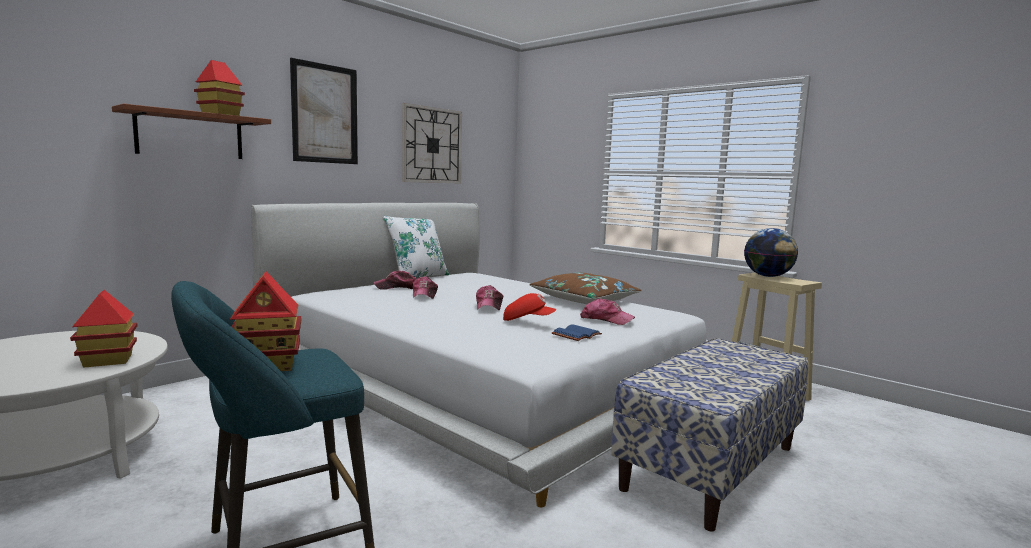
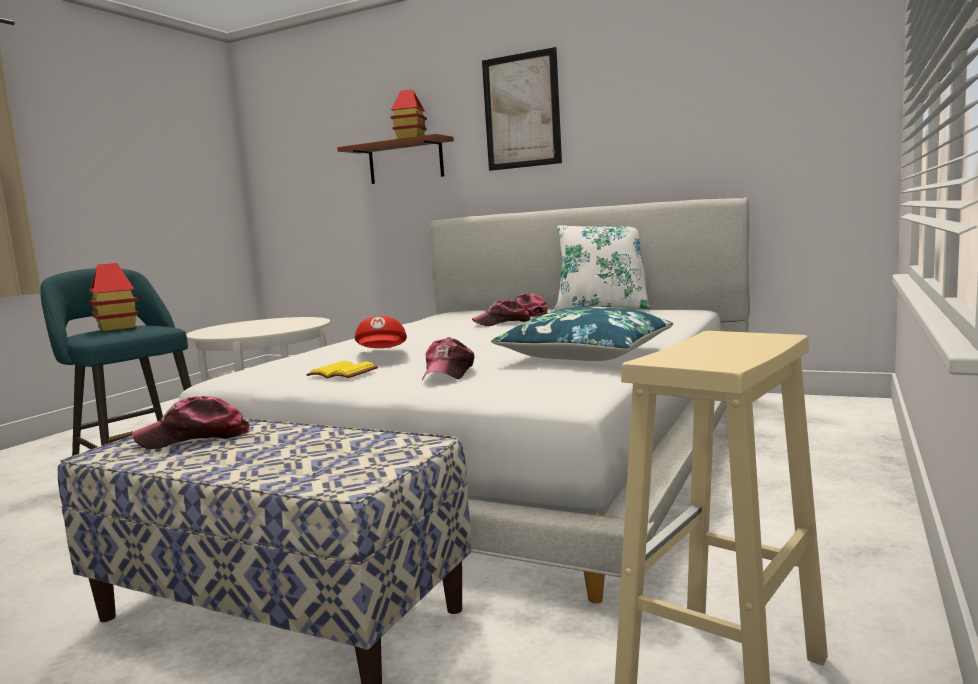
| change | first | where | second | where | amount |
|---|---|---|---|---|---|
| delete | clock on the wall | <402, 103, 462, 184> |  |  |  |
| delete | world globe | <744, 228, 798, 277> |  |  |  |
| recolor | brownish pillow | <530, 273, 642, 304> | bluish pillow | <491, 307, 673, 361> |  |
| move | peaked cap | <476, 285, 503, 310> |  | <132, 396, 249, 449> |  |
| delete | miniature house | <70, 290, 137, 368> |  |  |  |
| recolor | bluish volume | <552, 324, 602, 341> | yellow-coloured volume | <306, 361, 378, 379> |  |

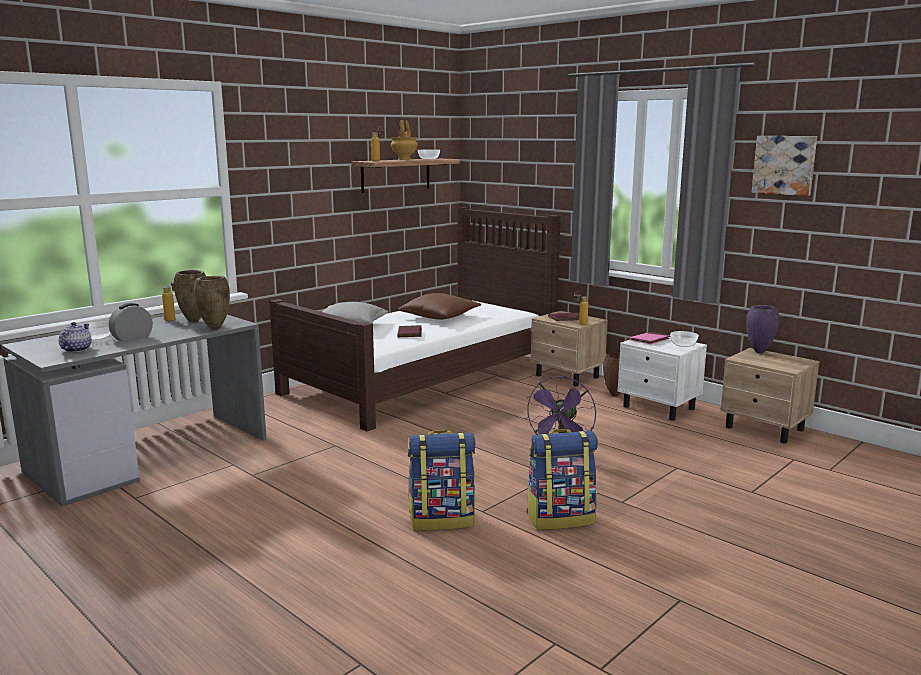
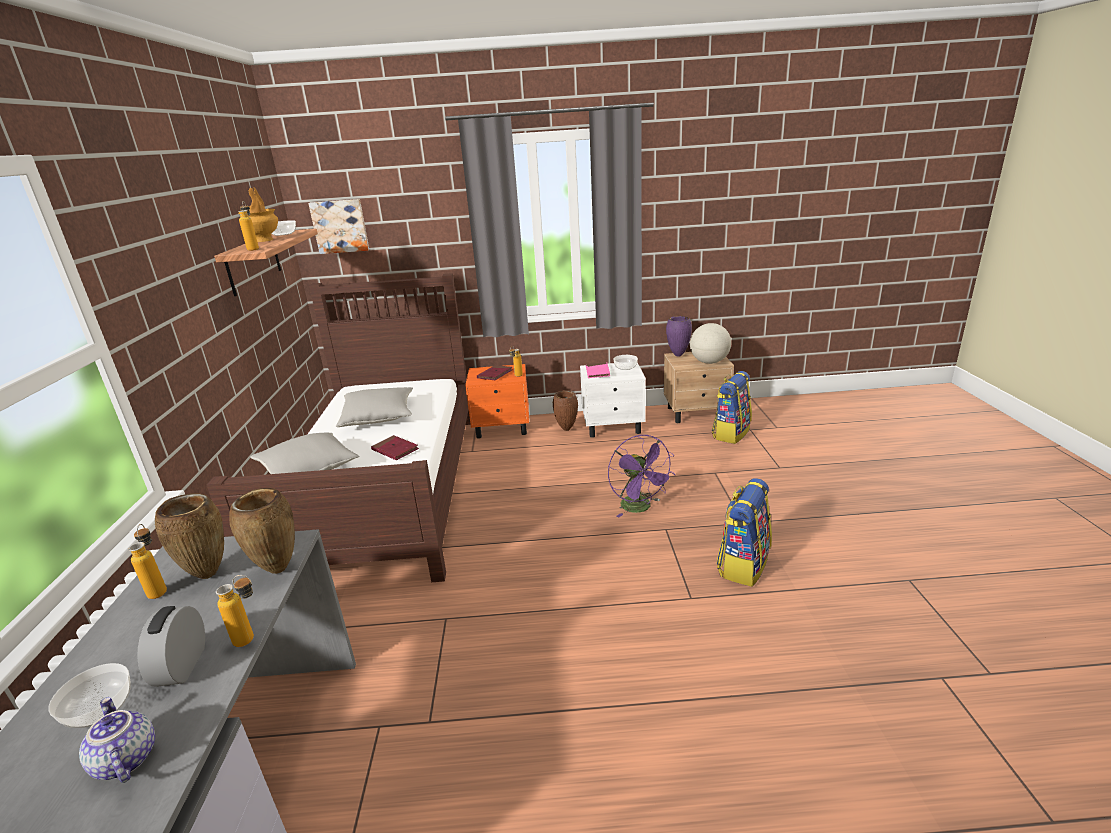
| change | first | where | second | where | amount |
|---|---|---|---|---|---|
| move | wall art | <752, 136, 817, 196> |  | <308, 199, 369, 254> |  |
| recolor | brownish pillow | <398, 293, 481, 320> | greyish pillow | <336, 387, 413, 427> |  |
| recolor | sand-coloured nightstand | <531, 311, 608, 387> | orange-coloured nightstand | <465, 364, 529, 439> |  |
| move | knapsack | <408, 430, 475, 530> |  | <712, 371, 752, 444> |  |
| insert |  |  | world globe | <690, 323, 731, 364> |  |
| insert |  |  | bottle | <216, 575, 254, 647> |  |

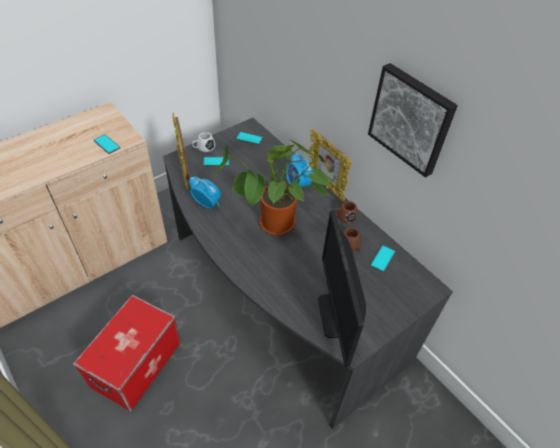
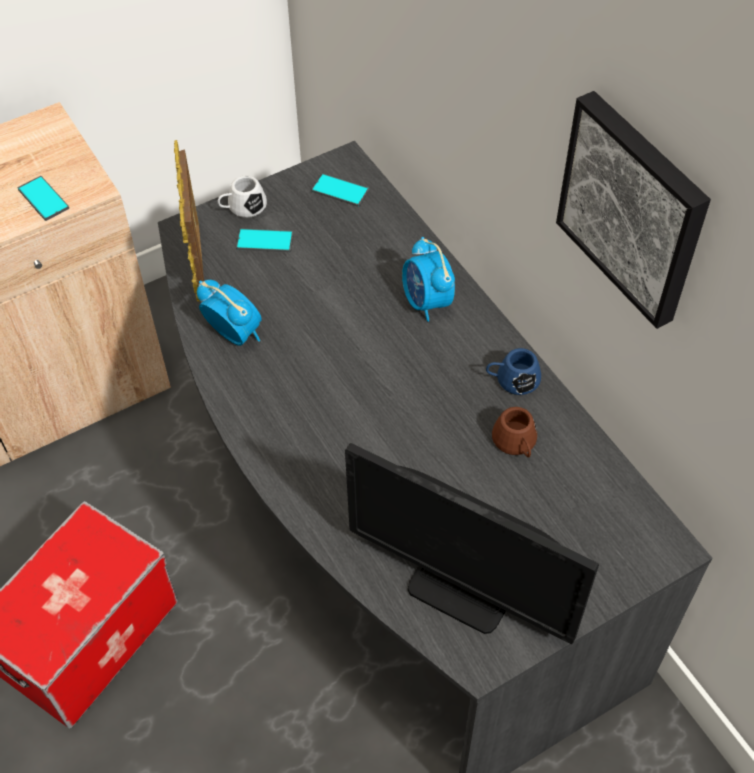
| change | first | where | second | where | amount |
|---|---|---|---|---|---|
| delete | photo frame | <308, 129, 352, 202> |  |  |  |
| delete | houseplant | <214, 140, 331, 236> |  |  |  |
| recolor | brownish mug | <333, 201, 358, 224> | bluish mug | <486, 348, 541, 395> |  |
| rotate | monitor | <318, 210, 366, 367> |  | <345, 443, 599, 644> | 60 degrees counterclockwise |
| delete | phone | <370, 245, 396, 272> |  |  |  |

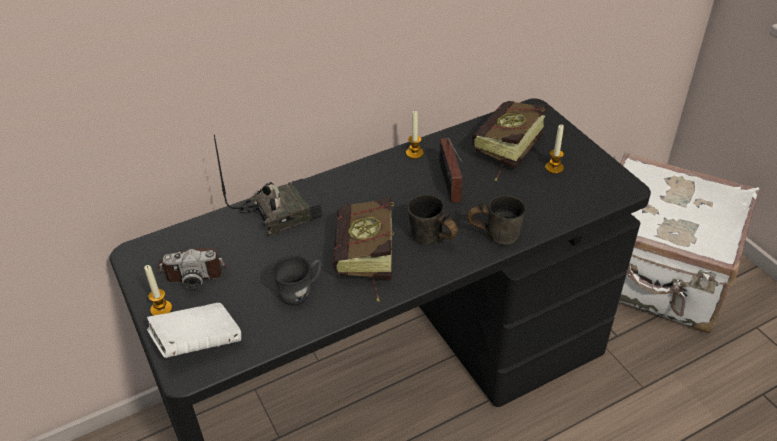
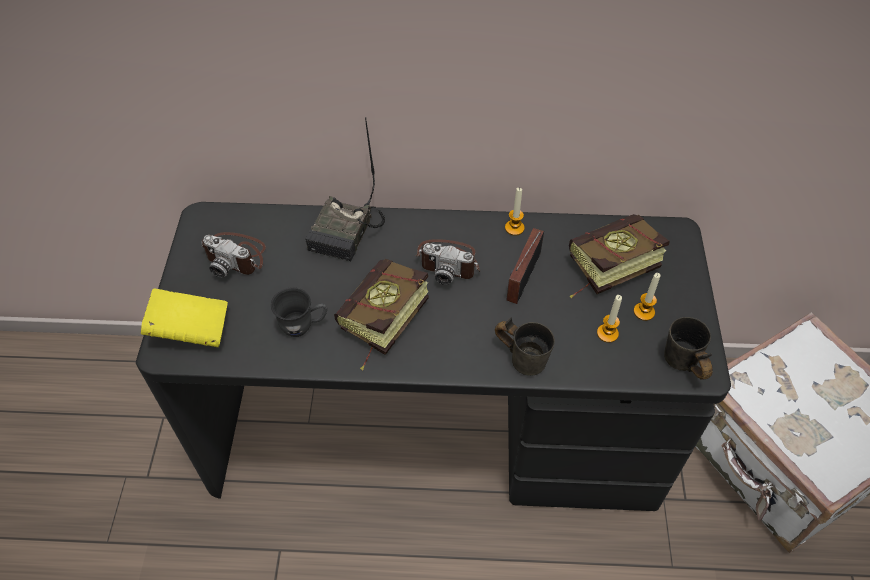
| change | first | where | second | where | amount |
|---|---|---|---|---|---|
| rotate | radio receiver | <214, 135, 322, 236> |  | <306, 117, 385, 261> | 105 degrees clockwise |
| move | greyish mug | <408, 195, 458, 244> |  | <664, 317, 713, 380> |  |
| move | wax light | <144, 265, 172, 316> |  | <597, 295, 622, 343> |  |
| recolor | white-coloured volume | <147, 303, 241, 358> | yellow-coloured volume | <141, 288, 228, 347> |  |
| insert |  |  | still camera | <415, 239, 480, 285> |  |

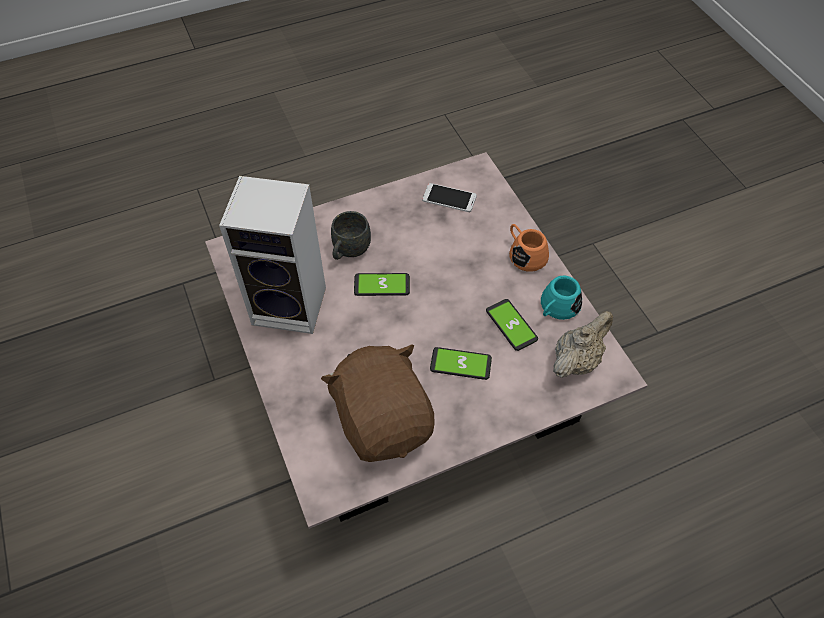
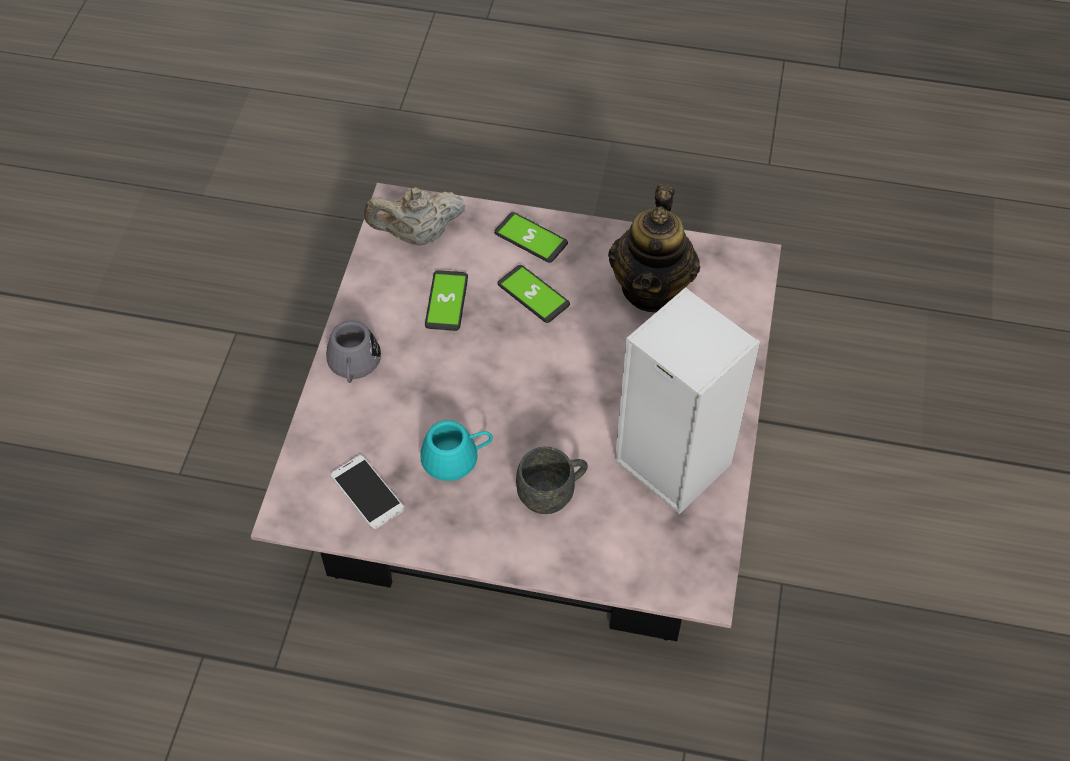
| change | first | where | second | where | amount |
|---|---|---|---|---|---|
| recolor | orange-coloured mug | <509, 224, 549, 272> | greyish mug | <326, 321, 381, 383> |  |
| move | phone | <354, 273, 410, 296> |  | <494, 212, 568, 263> |  |
| move | turquoise mug | <541, 276, 582, 320> |  | <420, 420, 493, 481> |  |
| replace | brownish soft toy | <321, 344, 435, 462> | tea pot | <608, 184, 700, 312> |  |

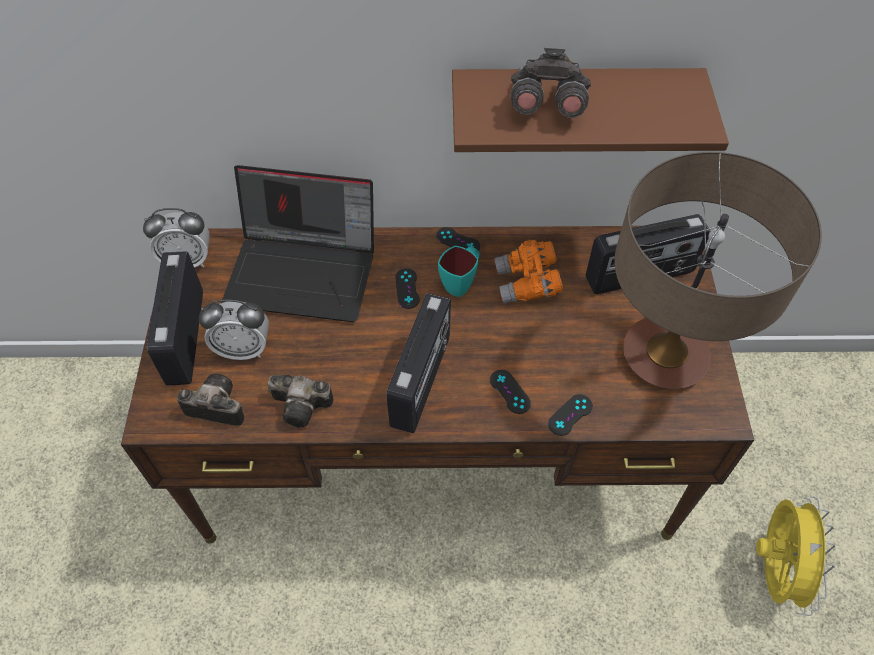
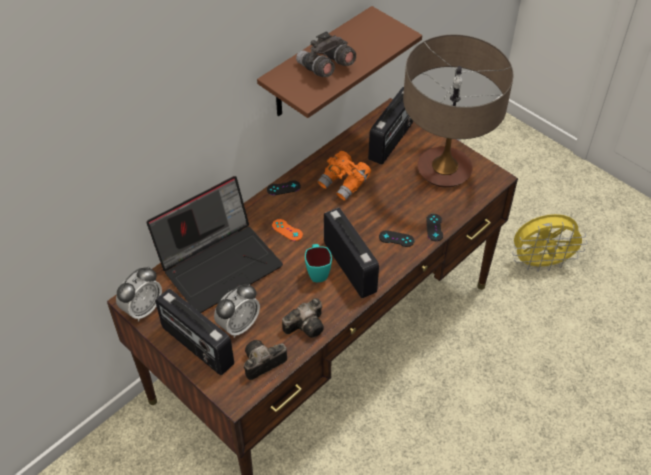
| change | first | where | second | where | amount |
|---|---|---|---|---|---|
| move | turquoise mug | <438, 246, 480, 297> |  | <305, 244, 332, 282> |  |
| recolor | black joypad | <395, 268, 420, 309> | orange-coloured joypad | <272, 219, 303, 241> |  |
| rotate | yellow-coloured electric fan | <756, 496, 835, 616> |  | <512, 214, 587, 272> | 120 degrees clockwise |

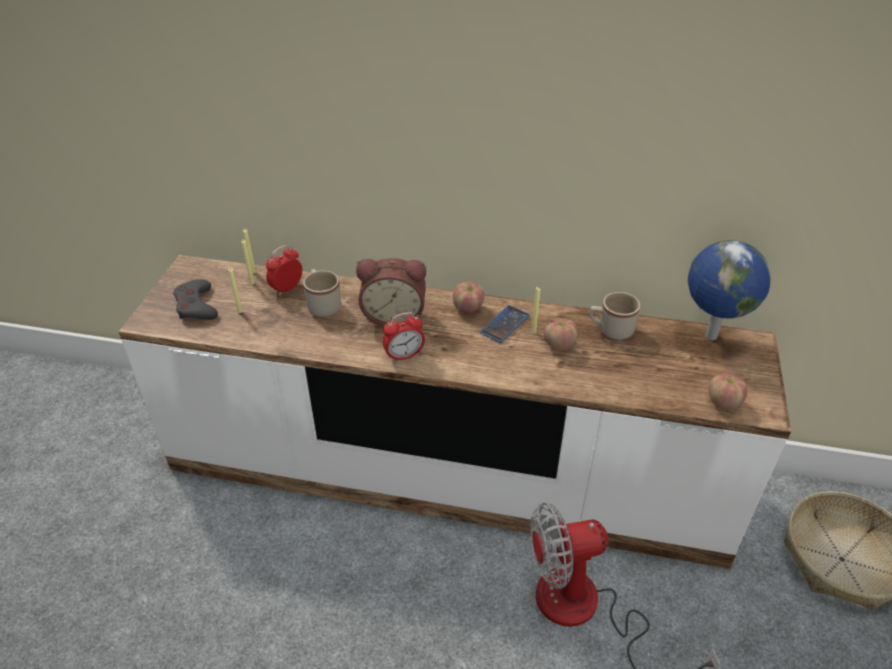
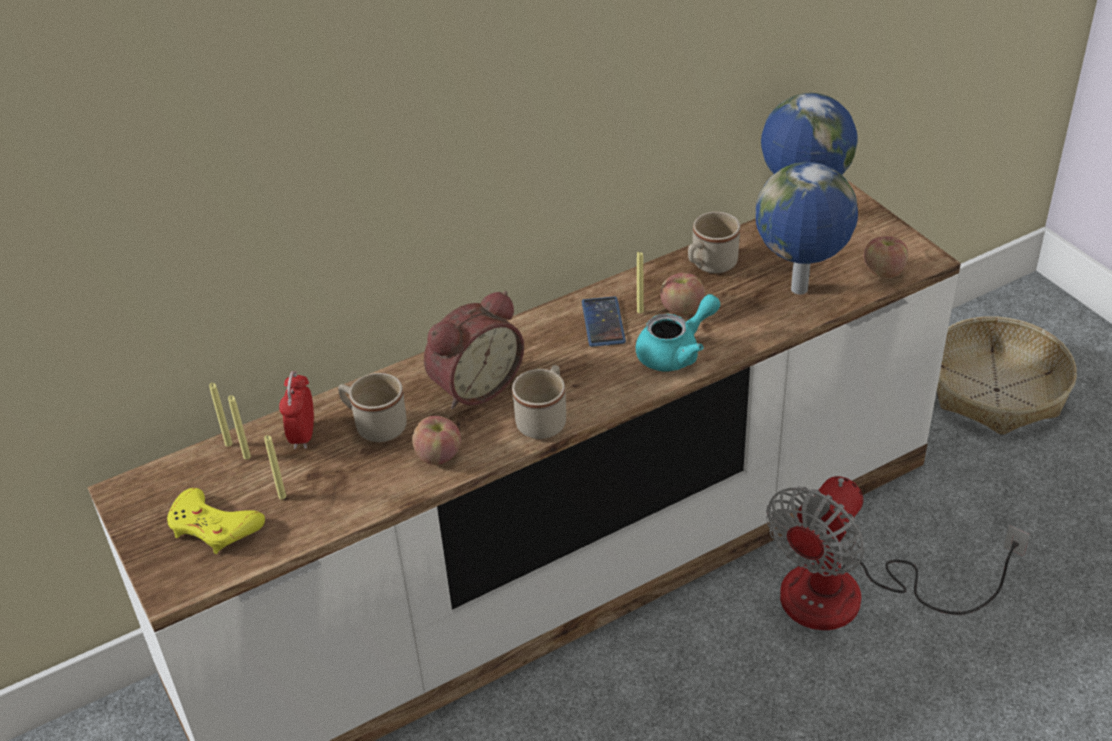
| change | first | where | second | where | amount |
|---|---|---|---|---|---|
| recolor | greyish joypad | <173, 279, 218, 320> | yellow-coloured joypad | <167, 488, 265, 554> |  |
| move | apple fruit | <453, 281, 484, 313> |  | <412, 416, 461, 465> |  |
| replace | alarm clock | <383, 312, 425, 362> | sand-coloured mug | <512, 365, 566, 439> |  |
| insert |  |  | world globe | <756, 162, 858, 295> |  |
| insert |  |  | turquoise tea pot | <636, 294, 720, 371> |  |

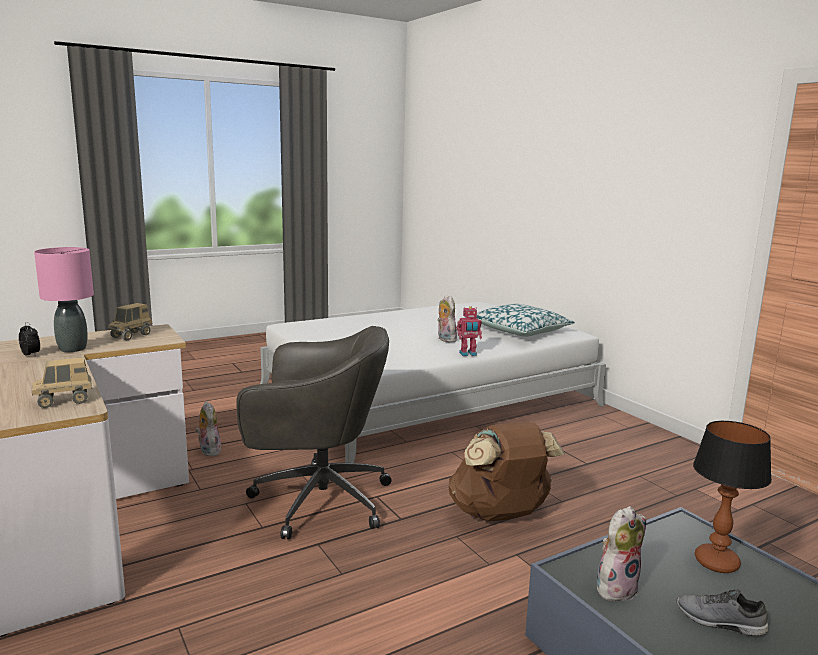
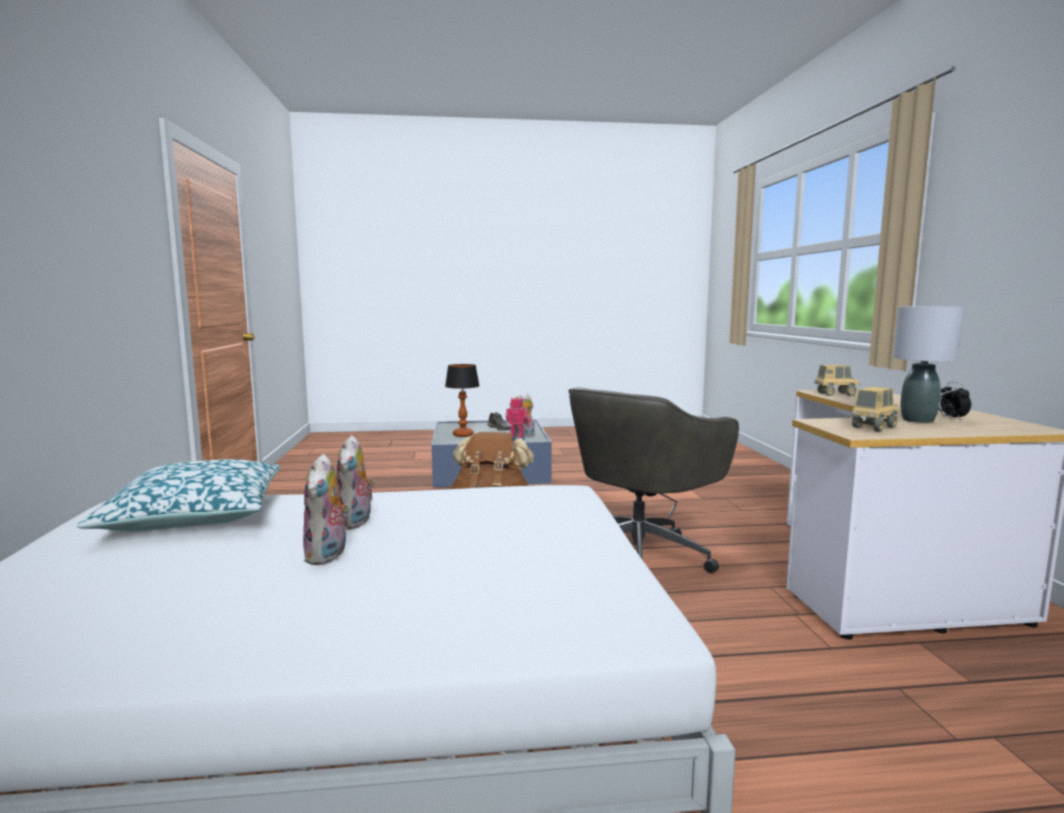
| change | first | where | second | where | amount |
|---|---|---|---|---|---|
| recolor | pink-coloured table lamp | <34, 247, 94, 352> | greyish table lamp | <893, 306, 964, 423> |  |
| move | toy robot | <457, 306, 482, 356> |  | <506, 397, 528, 440> |  |
| rotate | greyish office chair | <236, 326, 392, 540> |  | <569, 387, 739, 573> | 75 degrees counterclockwise |
| move | soft toy | <195, 401, 223, 456> |  | <303, 454, 350, 565> |  |

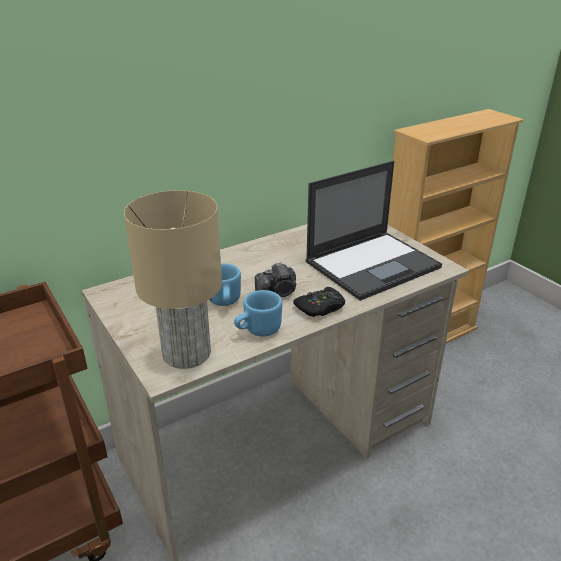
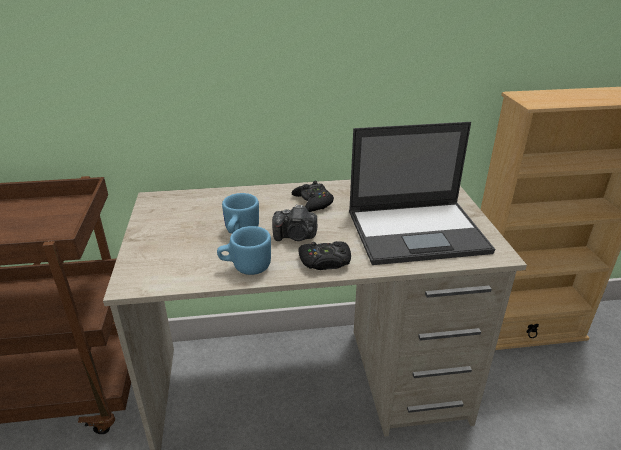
| change | first | where | second | where | amount |
|---|---|---|---|---|---|
| delete | sand-coloured table lamp | <124, 190, 222, 369> |  |  |  |
| insert |  |  | black joypad | <292, 181, 334, 212> |  |

